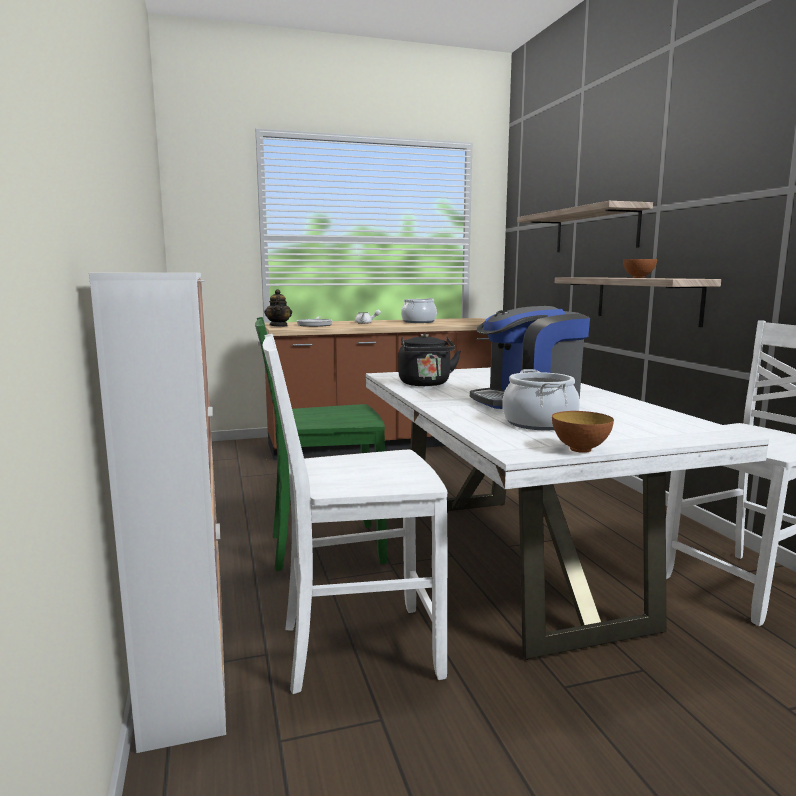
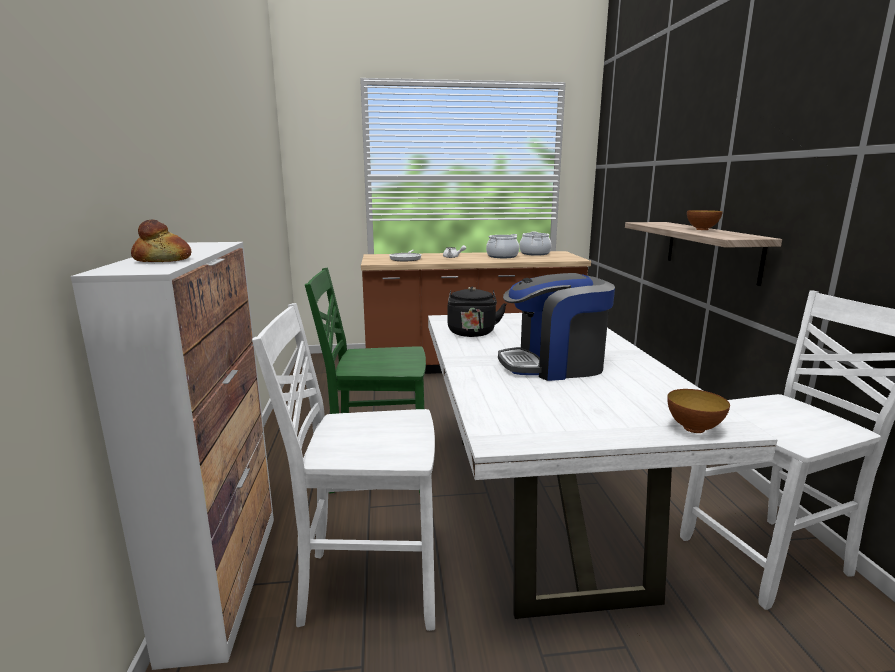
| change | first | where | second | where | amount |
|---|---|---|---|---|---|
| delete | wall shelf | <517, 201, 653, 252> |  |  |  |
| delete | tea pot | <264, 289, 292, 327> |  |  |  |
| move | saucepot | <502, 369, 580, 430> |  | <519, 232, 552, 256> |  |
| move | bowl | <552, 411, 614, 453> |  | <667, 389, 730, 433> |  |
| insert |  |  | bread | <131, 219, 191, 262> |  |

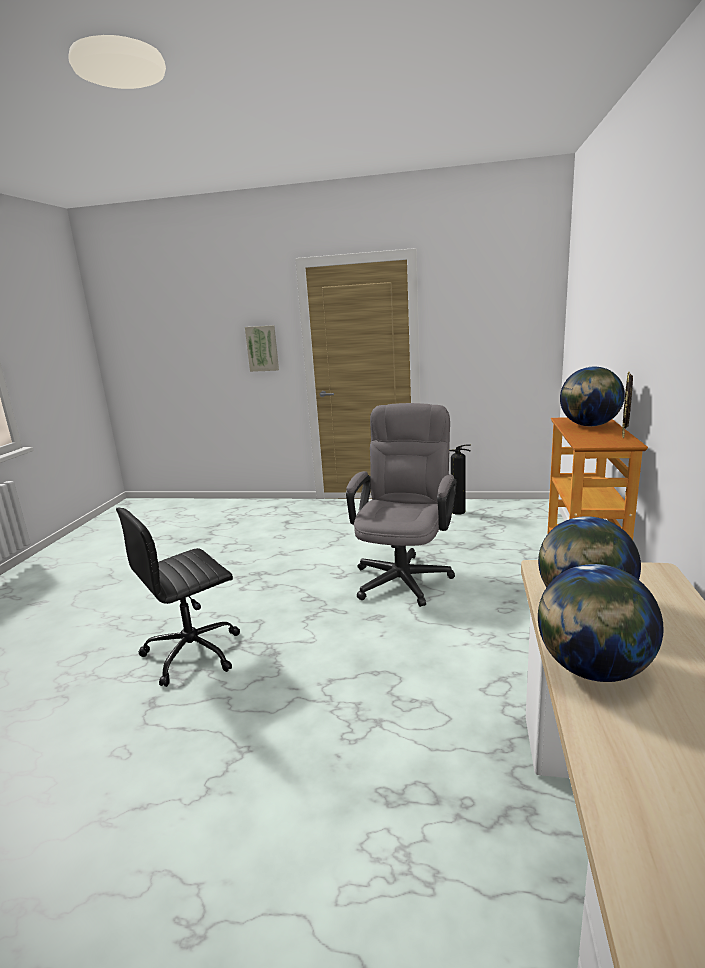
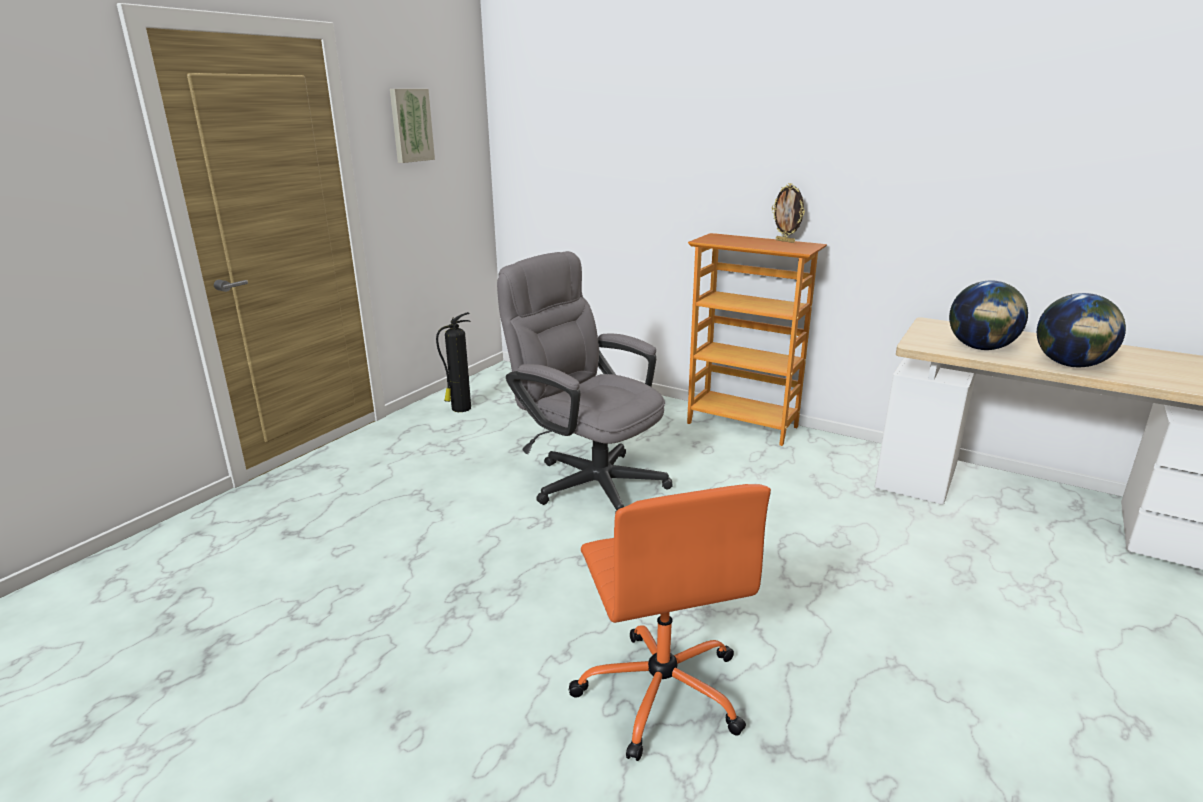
| change | first | where | second | where | amount |
|---|---|---|---|---|---|
| move | wall art | <245, 325, 279, 372> |  | <390, 89, 435, 163> |  |
| delete | world globe | <560, 367, 625, 426> |  |  |  |
| recolor | black office chair | <116, 508, 240, 687> | orange-coloured office chair | <569, 484, 771, 761> |  |

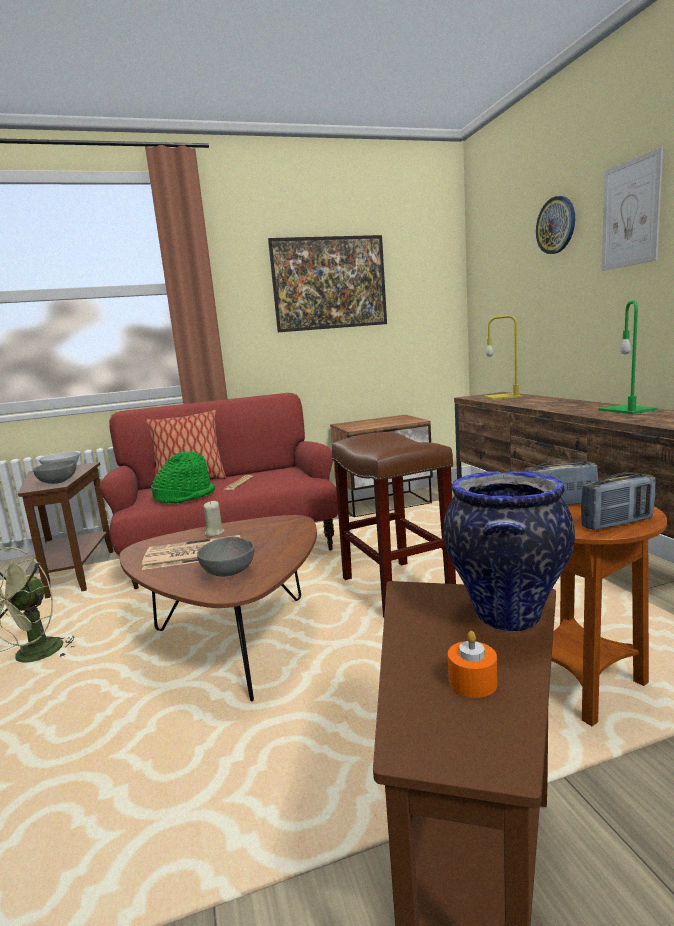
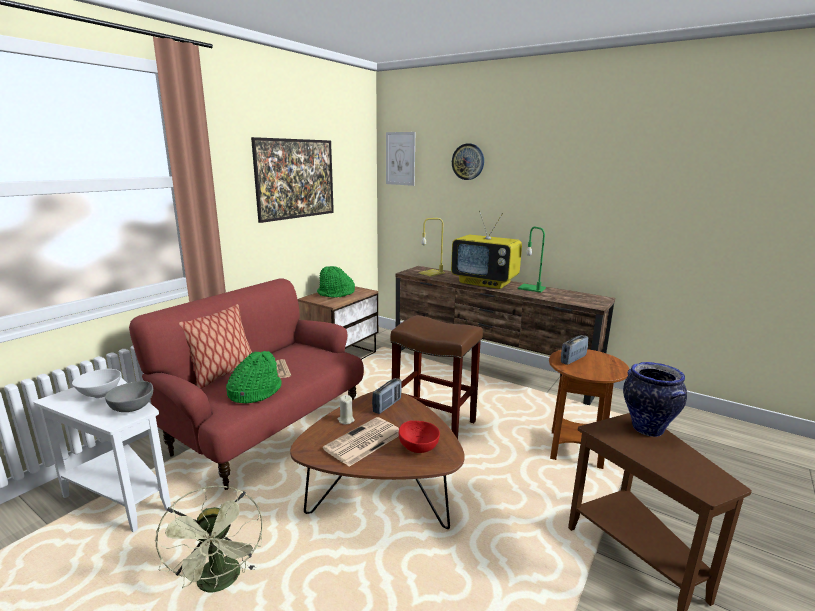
| change | first | where | second | where | amount |
|---|---|---|---|---|---|
| move | wall art | <601, 147, 663, 271> |  | <386, 132, 415, 186> |  |
| recolor | brownish end table | <18, 462, 113, 599> | white-coloured end table | <33, 378, 171, 532> |  |
| move | radio receiver | <581, 472, 656, 530> |  | <372, 378, 402, 414> |  |
| recolor | greyish bowl | <197, 537, 255, 576> | reddish bowl | <399, 420, 440, 453> |  |
| delete | orange-coloured wax light | <448, 631, 497, 698> |  |  |  |
| insert |  |  | TV set | <451, 210, 522, 289> |  |
| insert |  |  | green clothing hat | <317, 266, 355, 298> |  |

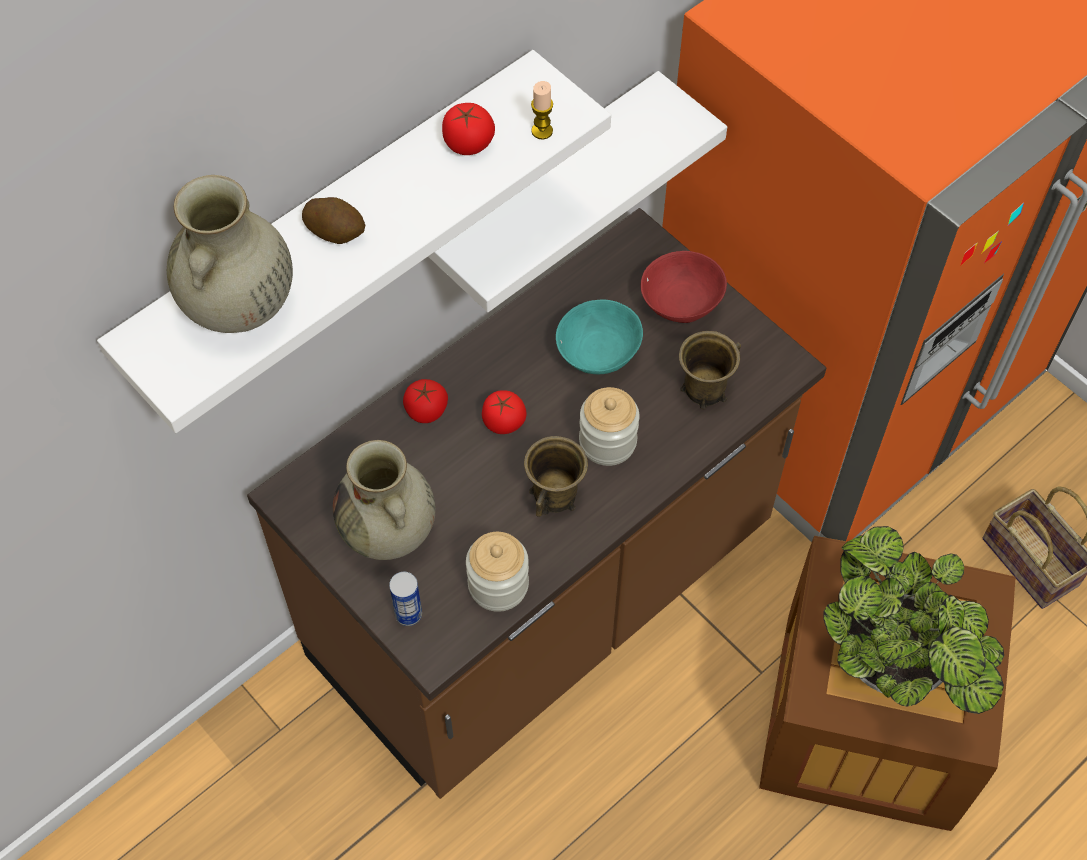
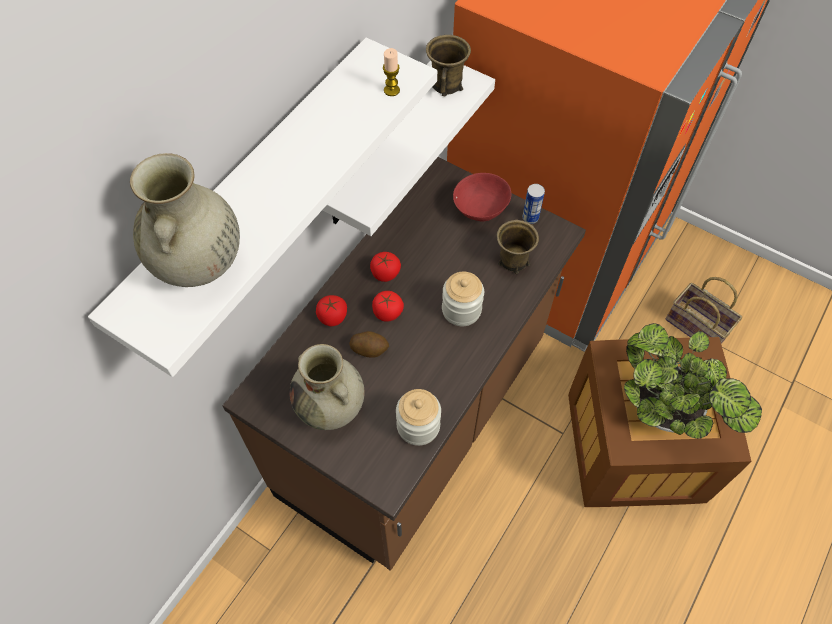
| change | first | where | second | where | amount |
|---|---|---|---|---|---|
| move | tomato | <442, 103, 495, 155> |  | <370, 252, 401, 282> |  |
| move | spud | <302, 197, 365, 244> |  | <350, 331, 389, 358> |  |
| delete | turquoise bowl | <556, 299, 643, 374> |  |  |  |
| move | brownish mug | <524, 436, 588, 517> |  | <426, 35, 471, 96> |  |
| move | can | <389, 572, 422, 626> |  | <523, 184, 545, 224> |  |

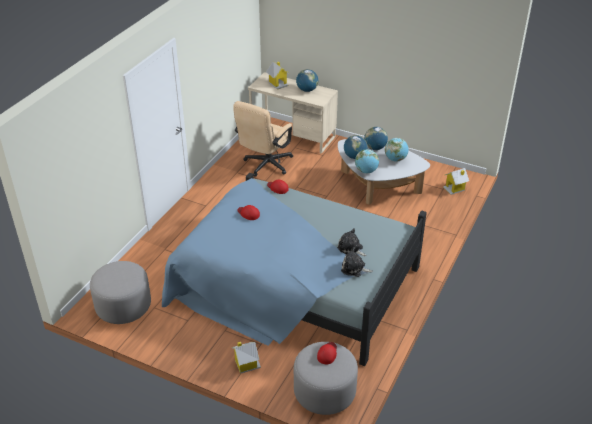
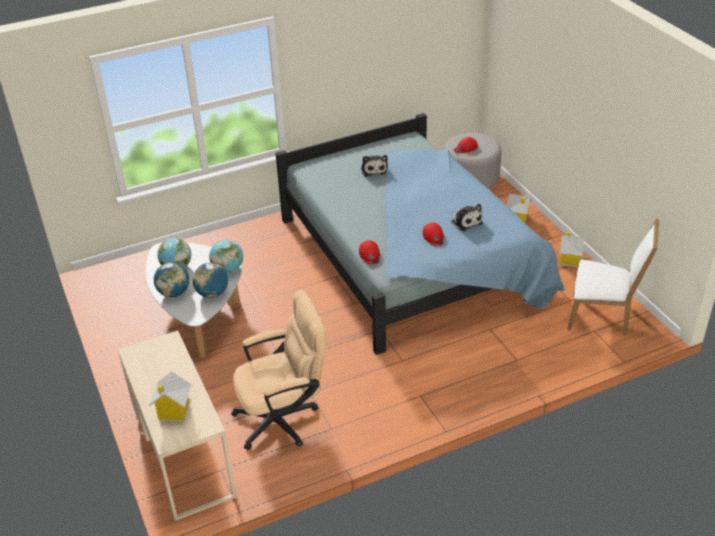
| change | first | where | second | where | amount |
|---|---|---|---|---|---|
| delete | world globe | <296, 69, 318, 92> |  |  |  |
| move | miniature house | <443, 168, 469, 195> |  | <559, 232, 585, 267> |  |
| move | soft toy | <341, 247, 373, 277> |  | <451, 204, 483, 232> |  |
| replace | greyish footrest | <90, 261, 151, 324> | white-coloured plain chair | <567, 218, 659, 336> |  |

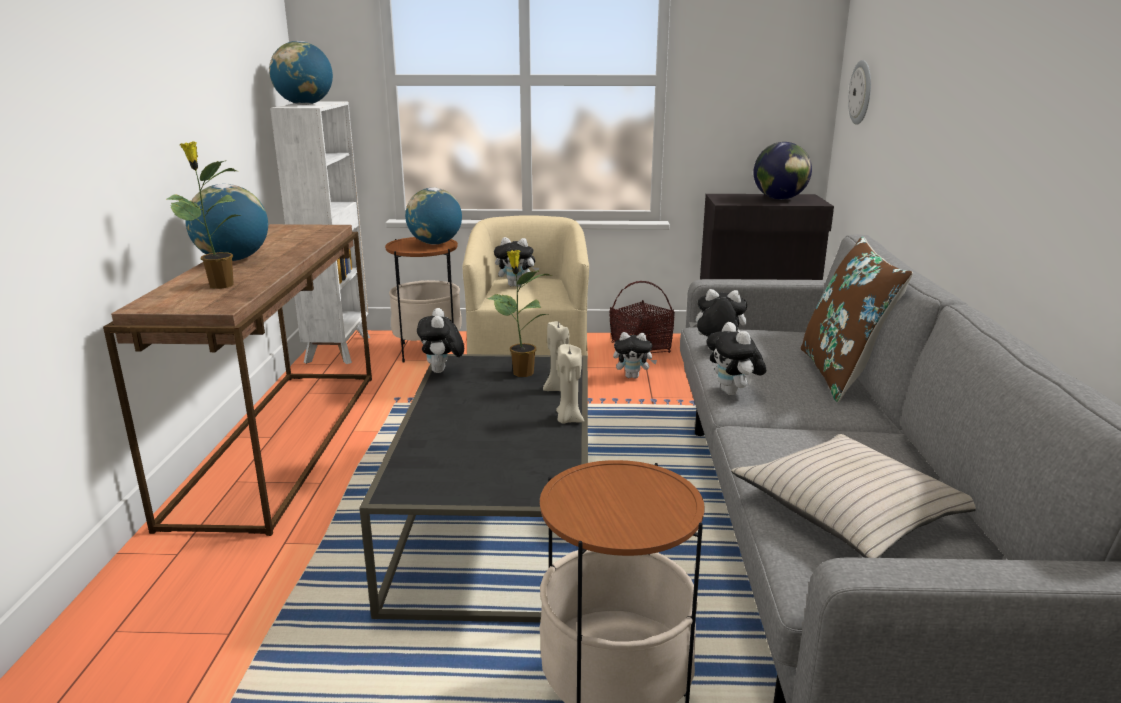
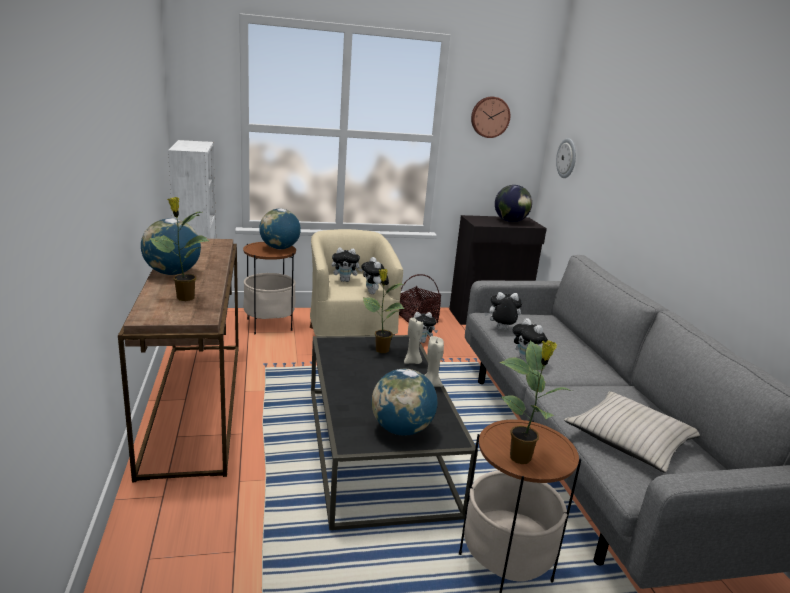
| change | first | where | second | where | amount |
|---|---|---|---|---|---|
| move | world globe | <269, 41, 333, 105> |  | <371, 369, 437, 436> |  |
| delete | brownish pillow | <801, 237, 913, 402> |  |  |  |
| move | soft toy | <417, 308, 464, 373> |  | <361, 257, 389, 294> |  |
| insert |  |  | clock on the wall | <471, 97, 510, 138> |  |
| insert |  |  | houseplant | <499, 340, 573, 464> |  |

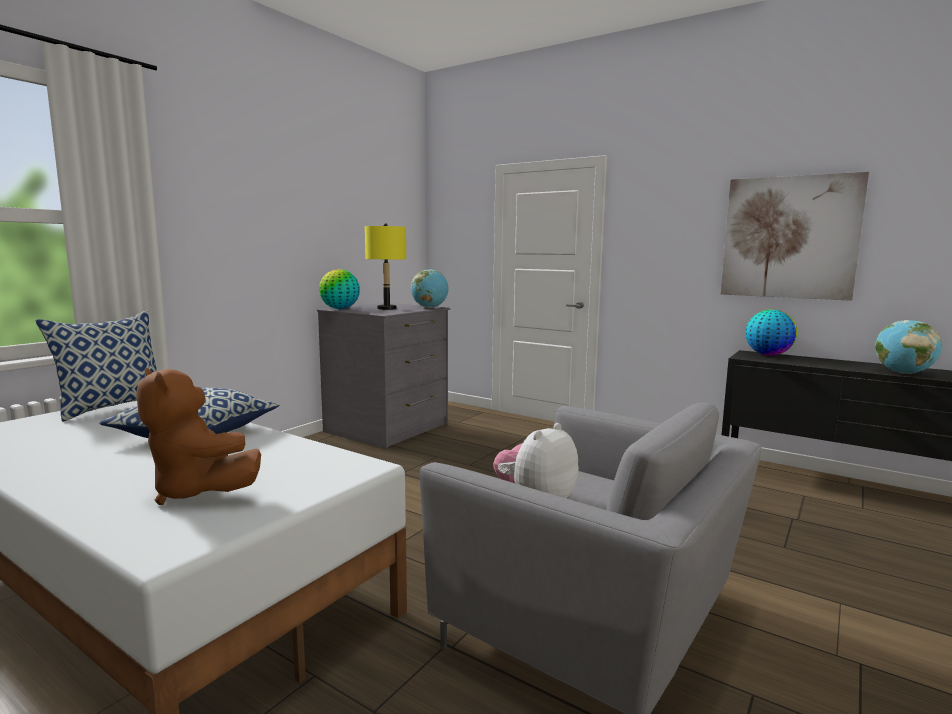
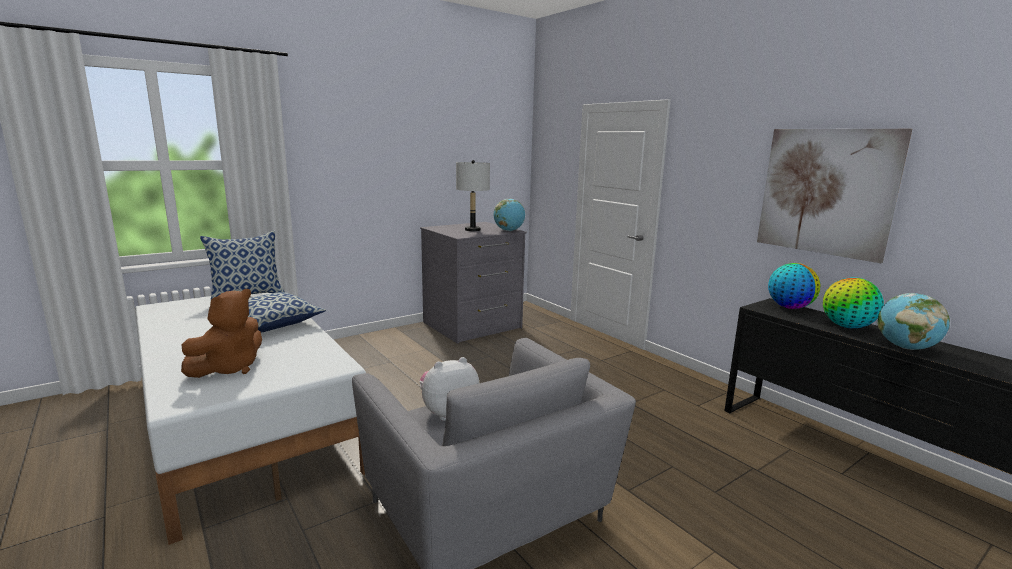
| change | first | where | second | where | amount |
|---|---|---|---|---|---|
| recolor | yellow-coloured table lamp | <365, 223, 406, 310> | greyish table lamp | <456, 160, 490, 231> |  |
| move | world globe | <319, 269, 360, 309> |  | <823, 277, 884, 328> |  |
| rotate | brownish soft toy | <136, 368, 261, 505> |  | <181, 289, 262, 378> | 120 degrees counterclockwise |

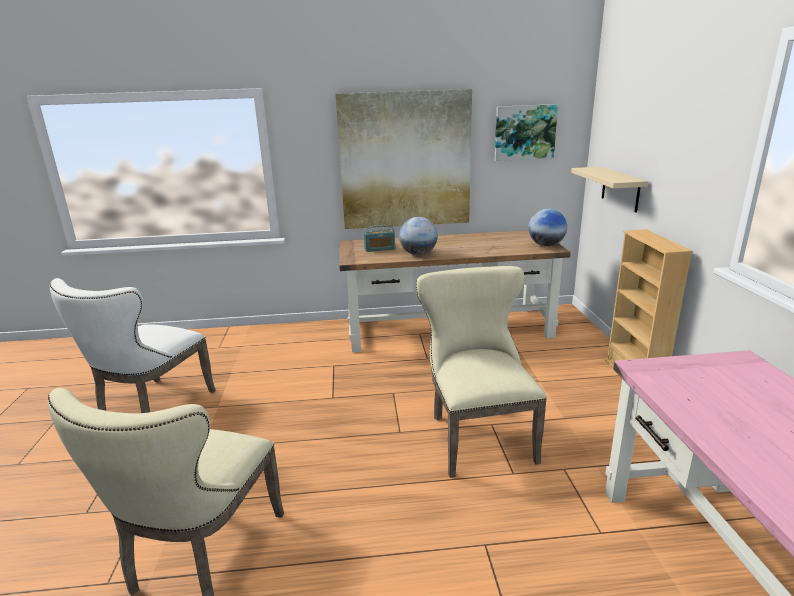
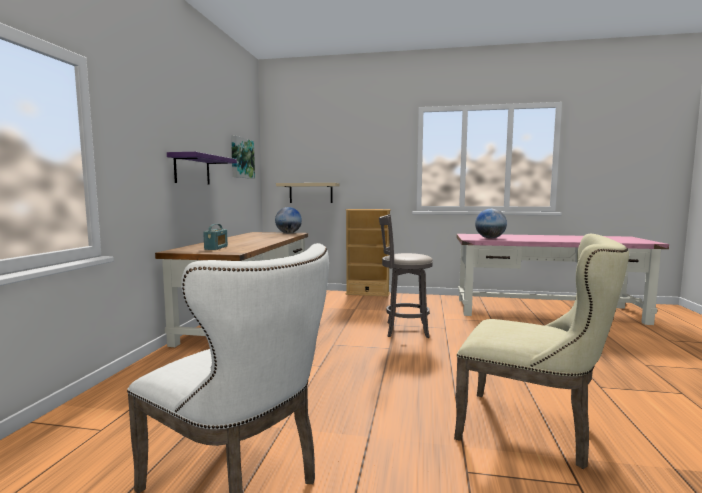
| change | first | where | second | where | amount |
|---|---|---|---|---|---|
| replace | wall art | <336, 89, 472, 229> | purplish wall shelf | <167, 152, 237, 185> |  |
| move | world globe | <399, 217, 438, 255> |  | <475, 209, 507, 239> |  |
| replace | sand-coloured plain chair | <416, 266, 547, 478> | greyish stool | <379, 214, 433, 338> |  |

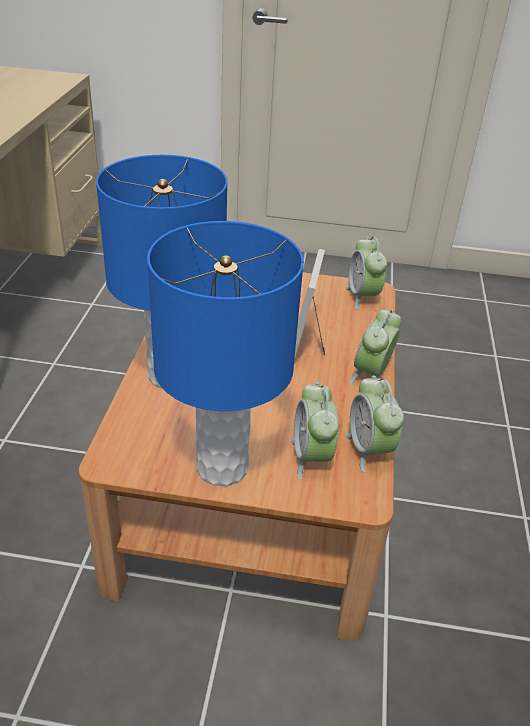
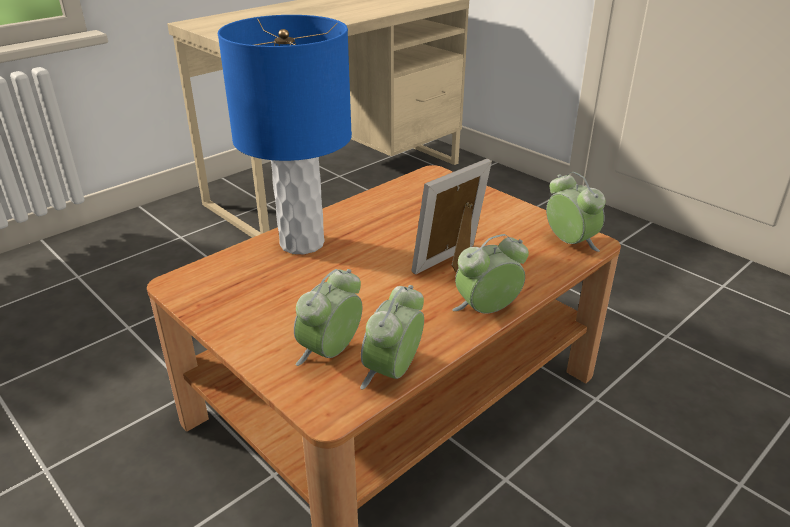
| change | first | where | second | where | amount |
|---|---|---|---|---|---|
| delete | bluish table lamp | <147, 221, 304, 486> |  |  |  |
| rotate | alarm clock | <345, 236, 387, 310> |  | <546, 172, 605, 252> | 120 degrees clockwise |

